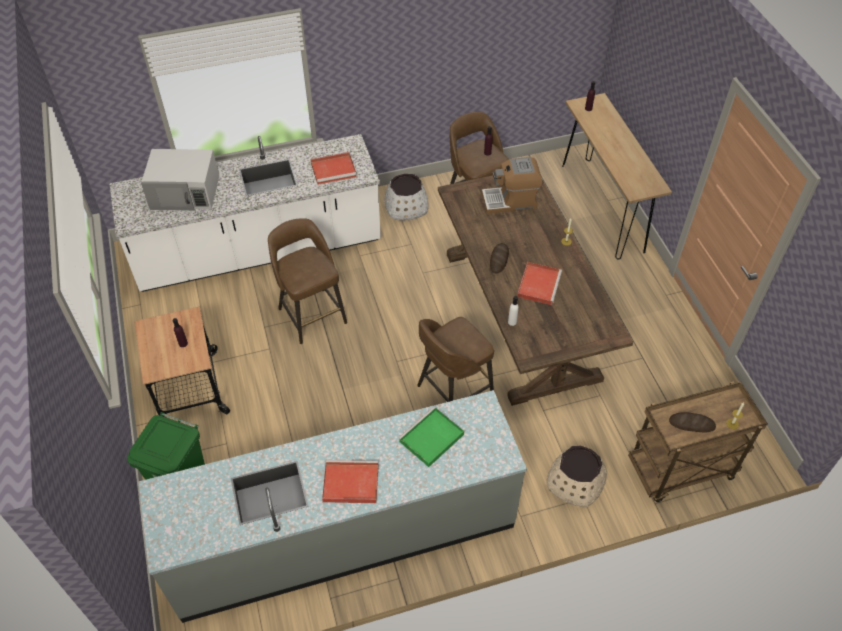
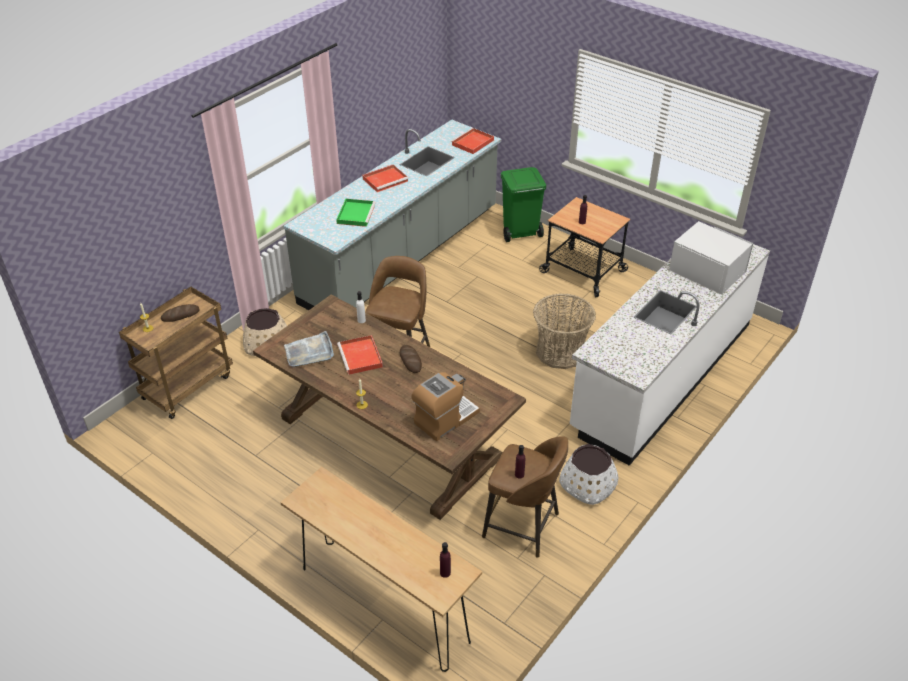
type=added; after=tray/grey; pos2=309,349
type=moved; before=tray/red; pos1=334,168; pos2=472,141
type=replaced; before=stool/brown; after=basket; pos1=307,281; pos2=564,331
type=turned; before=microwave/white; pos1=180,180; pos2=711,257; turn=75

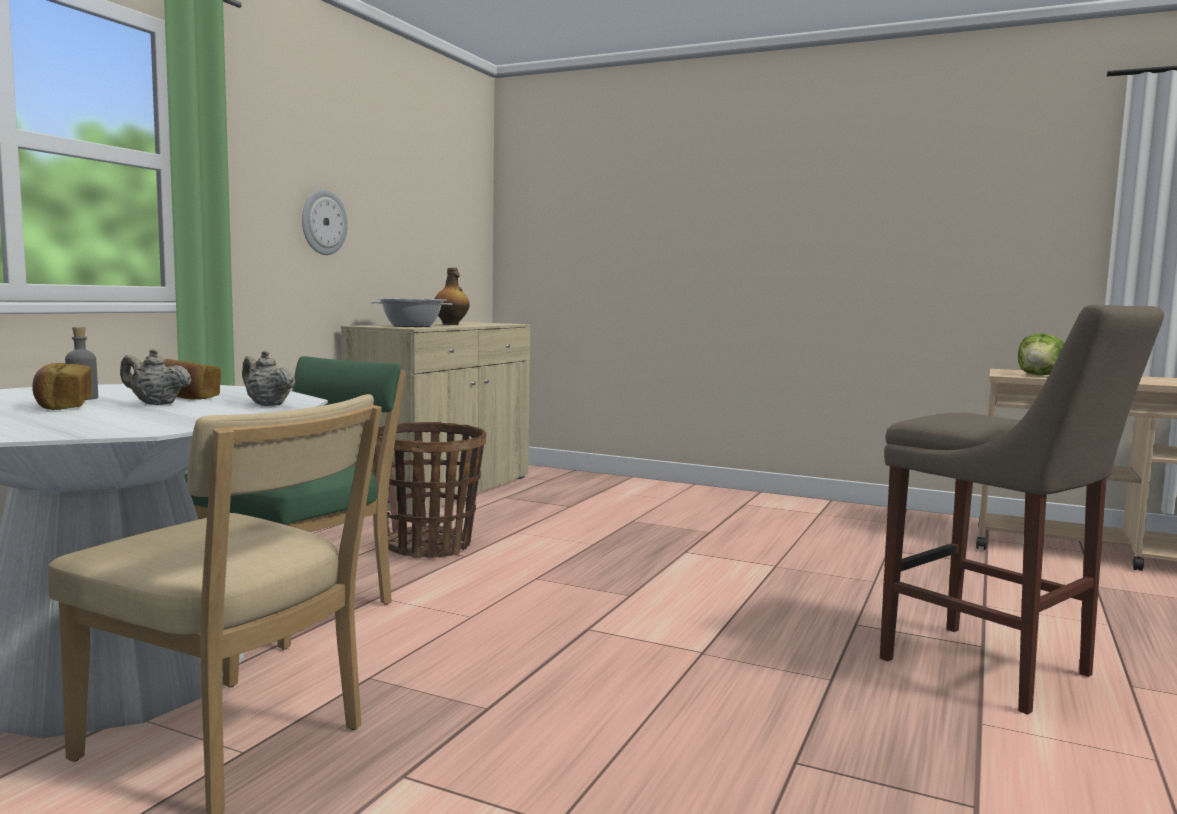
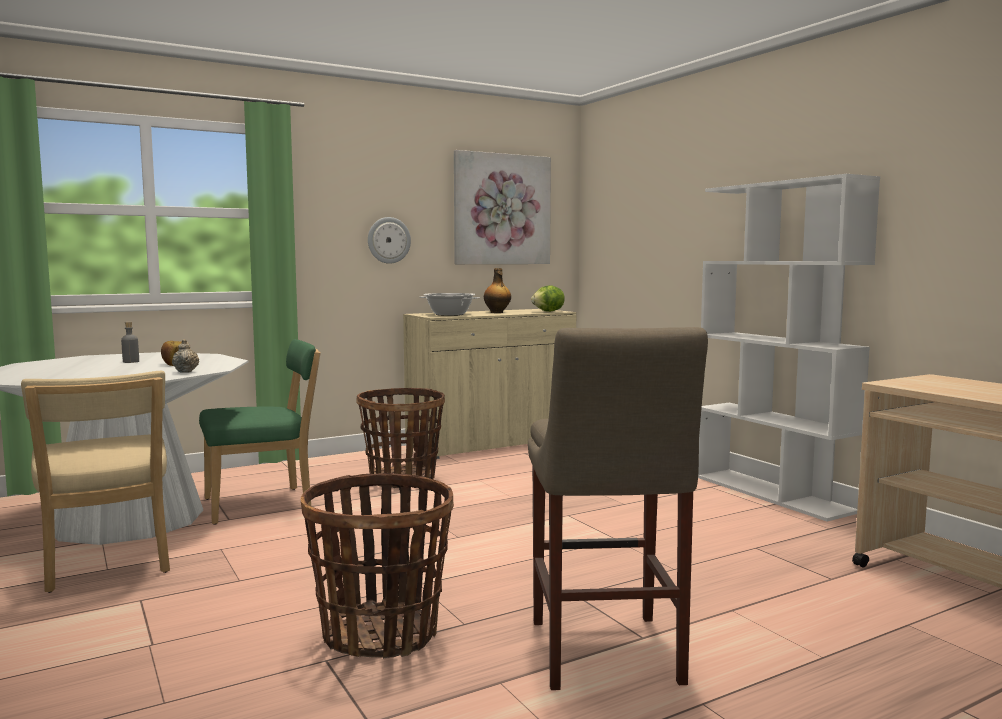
type=removed; before=bread; pos1=62,386
type=removed; before=teapot/beige; pos1=156,377
type=added; after=basket; pos2=377,566
type=added; after=picture; pos2=502,207
type=added; after=bookcase/white; pos2=789,348
type=moved; before=lettuce; pos1=1041,354; pos2=548,298

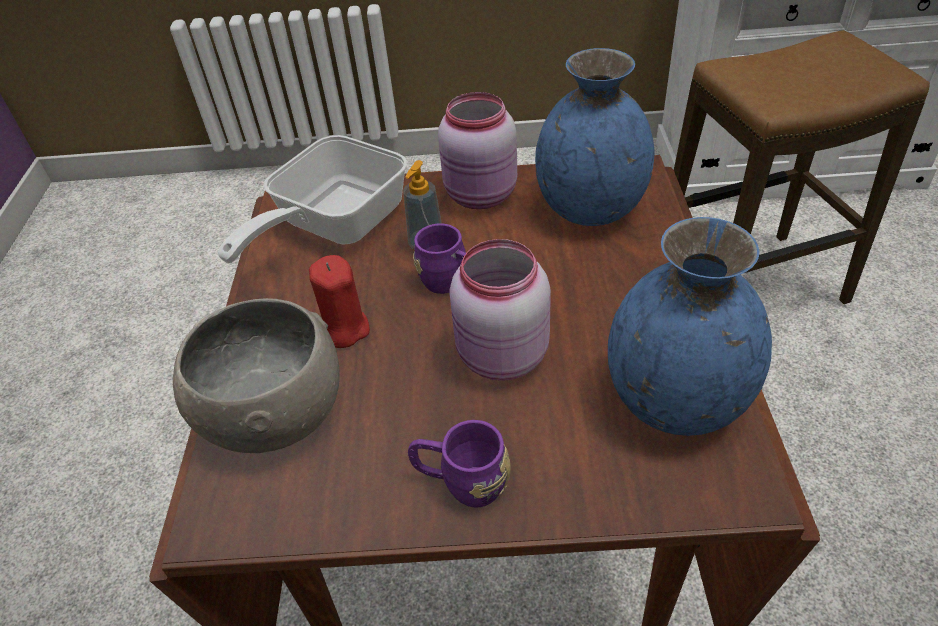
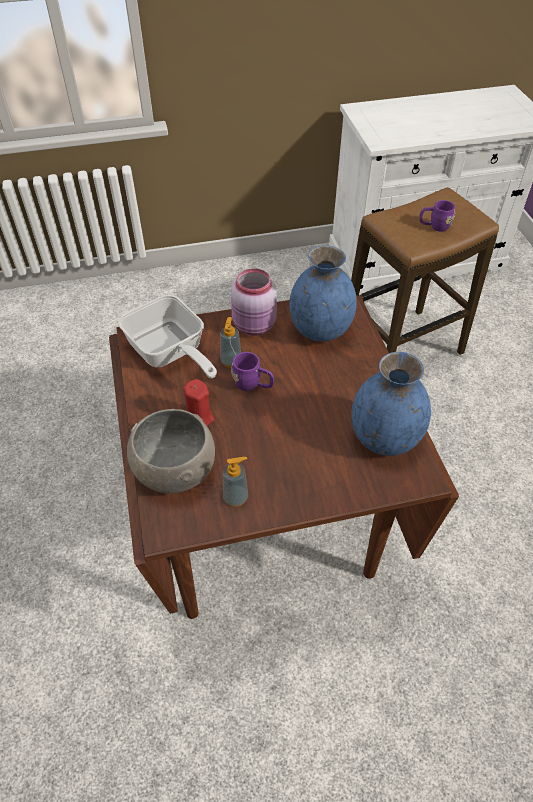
type=removed; before=jar/pink; pos1=500,310
type=added; after=soap dispenser; pos2=235,482
type=moved; before=mug/purple; pos1=459,464; pos2=437,216
type=turned; before=frying pan; pos1=312,199; pos2=167,336; turn=-60

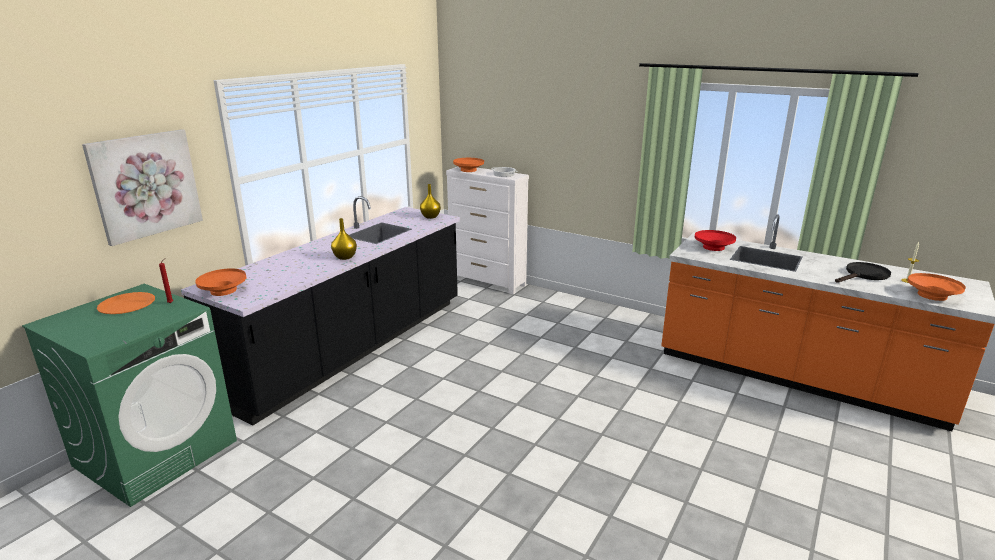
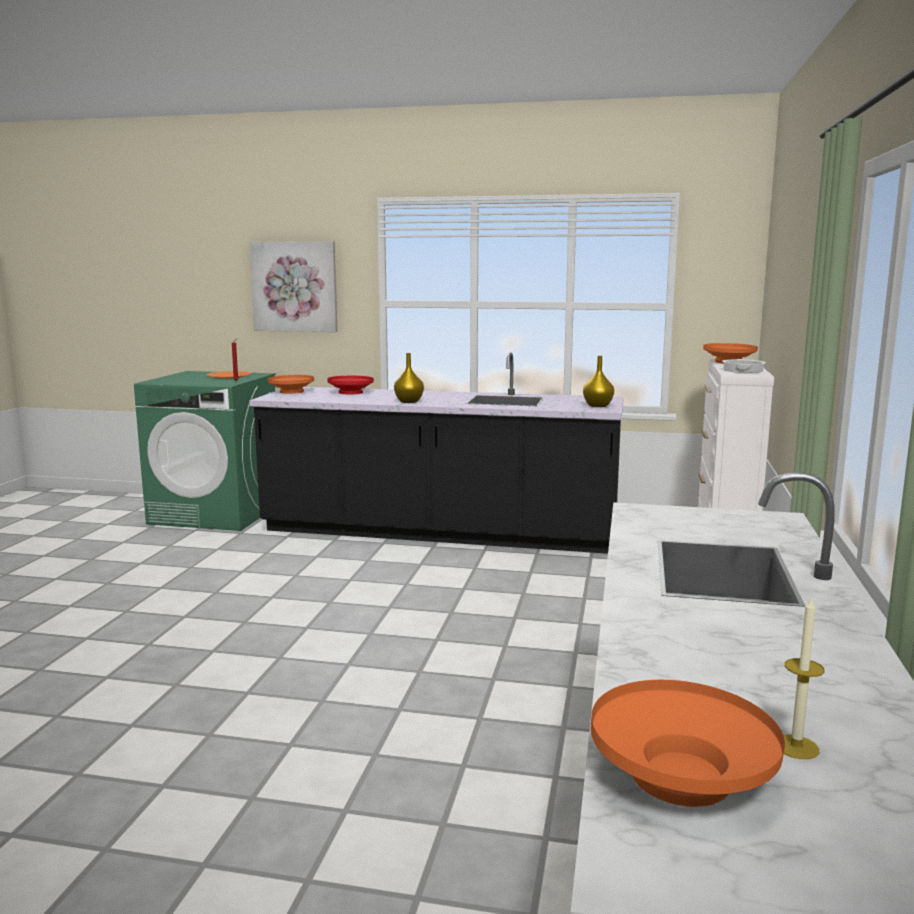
type=removed; before=frying pan/black; pos1=863,272
type=moved; before=bowl/red; pos1=715,240; pos2=350,385

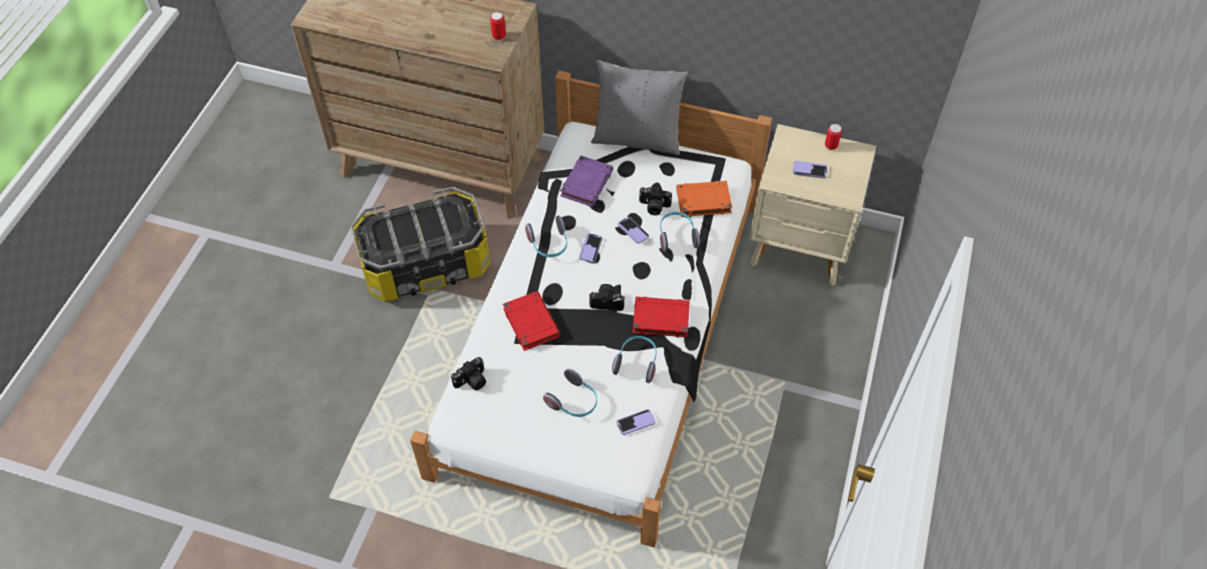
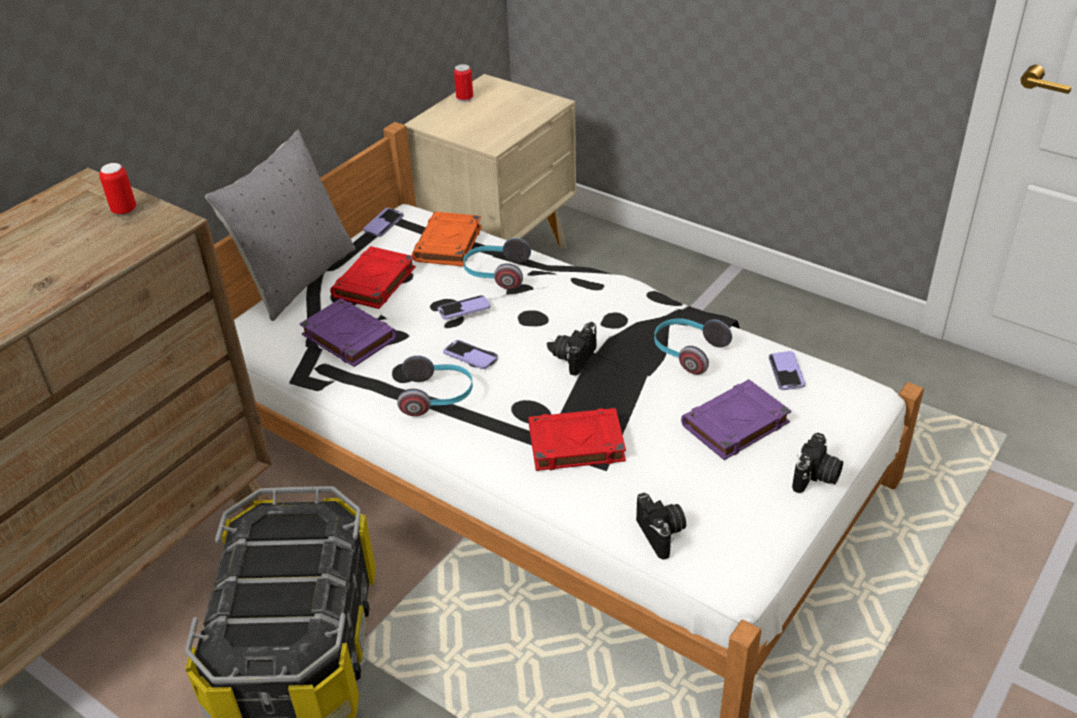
type=moved; before=book/red; pos1=661,317; pos2=373,277
type=moved; before=photo camera; pos1=655,201; pos2=817,463
type=moved; before=phone; pos1=810,169; pos2=384,222
type=replaced; before=headphones; after=book/purple; pos1=570,393; pos2=736,420

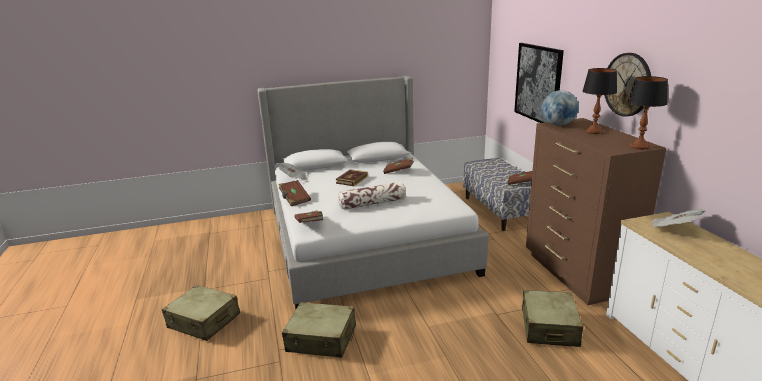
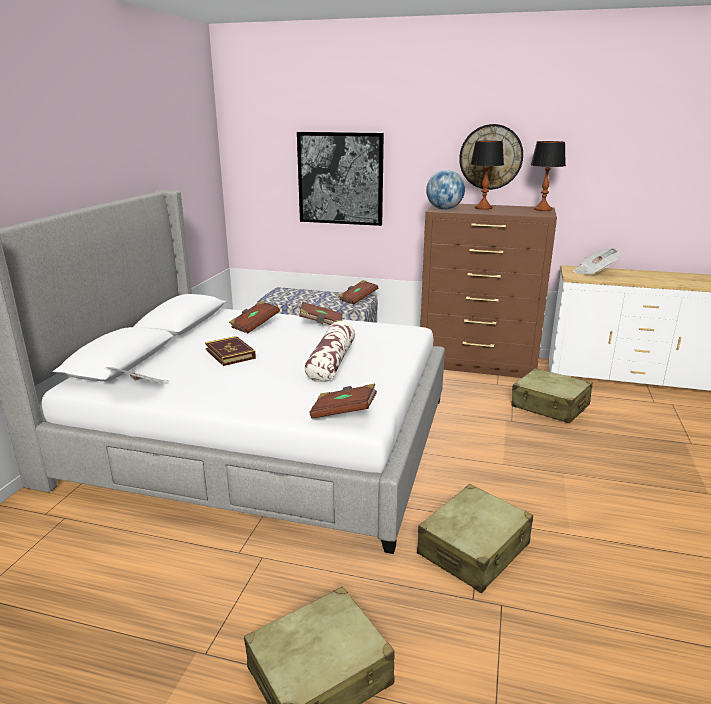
type=moved; before=book/brown; pos1=294,193; pos2=320,313

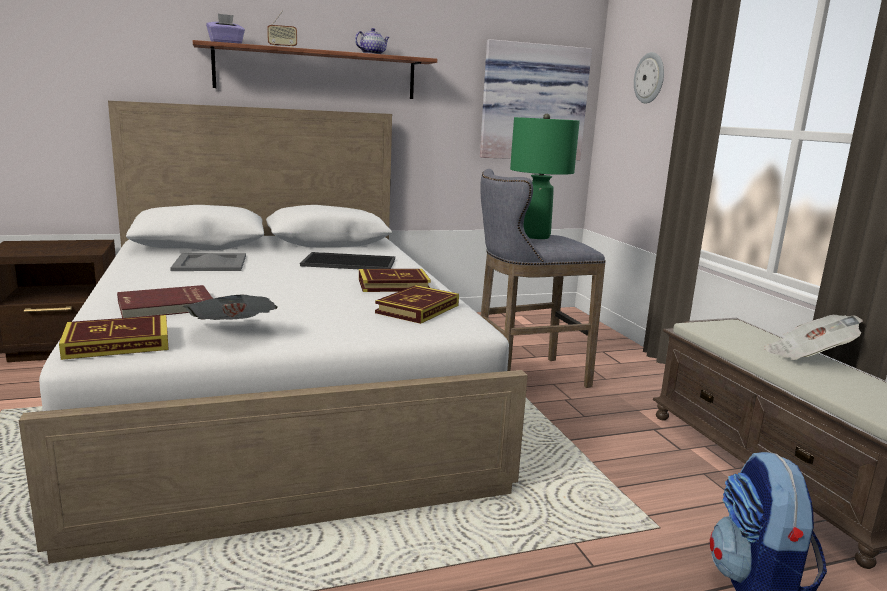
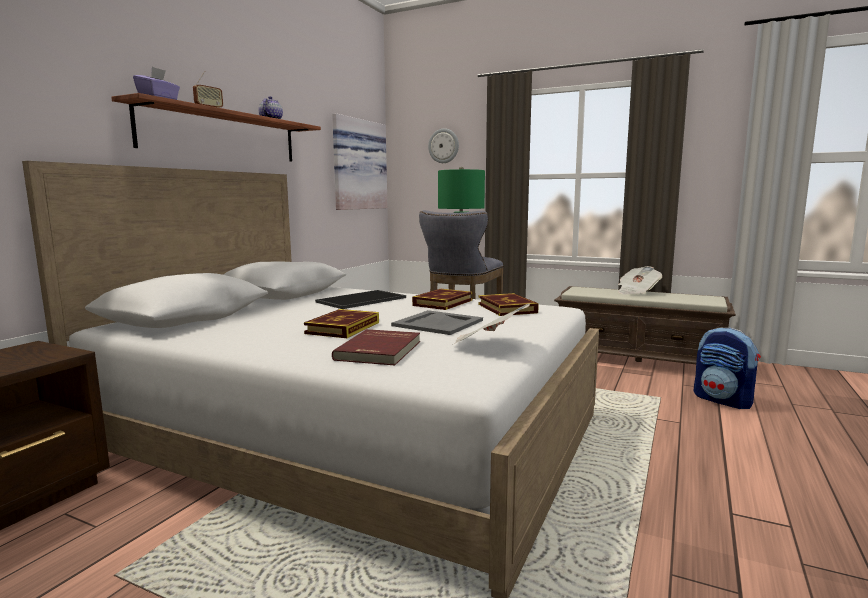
type=moved; before=book; pos1=114,337; pos2=341,323
type=moved; before=tray/grey; pos1=208,262; pos2=437,322

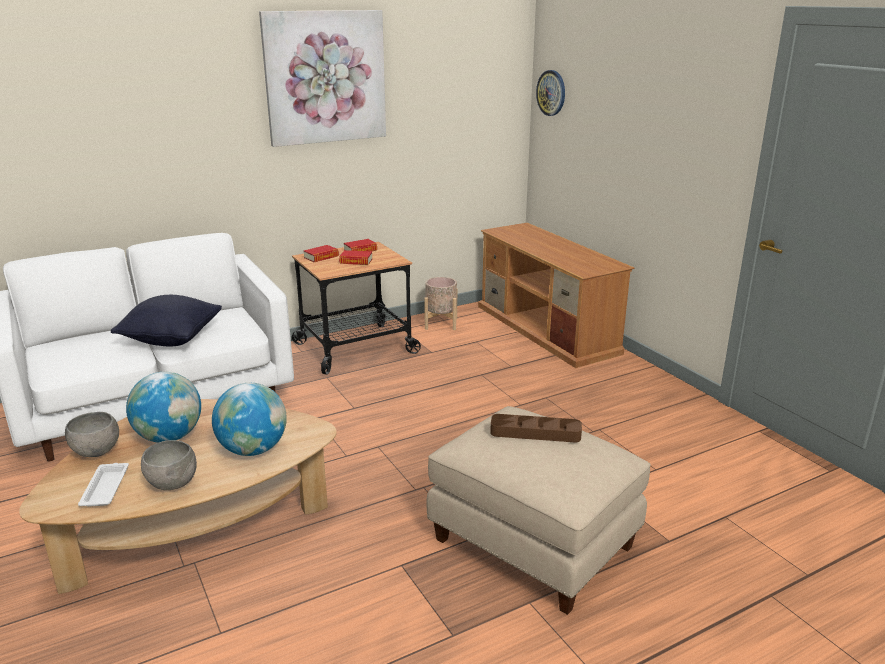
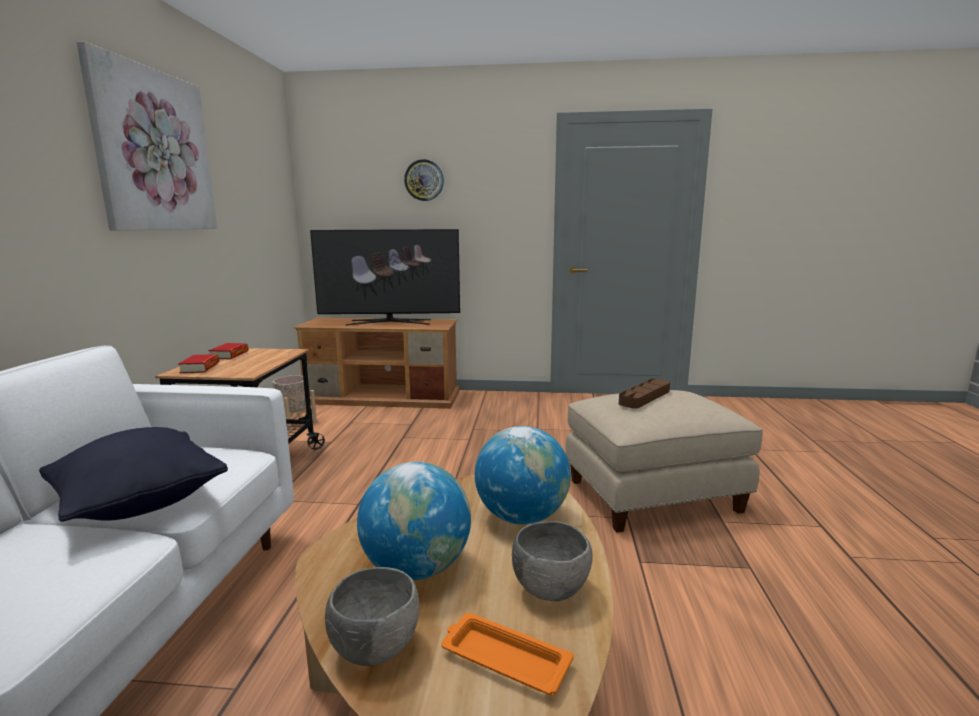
type=removed; before=book; pos1=355,257
type=added; after=television; pos2=385,277
type=moved; before=wall clock; pos1=550,93; pos2=424,180
type=recoloured; before=tray/white; after=tray/orange; pos1=103,485; pos2=507,654

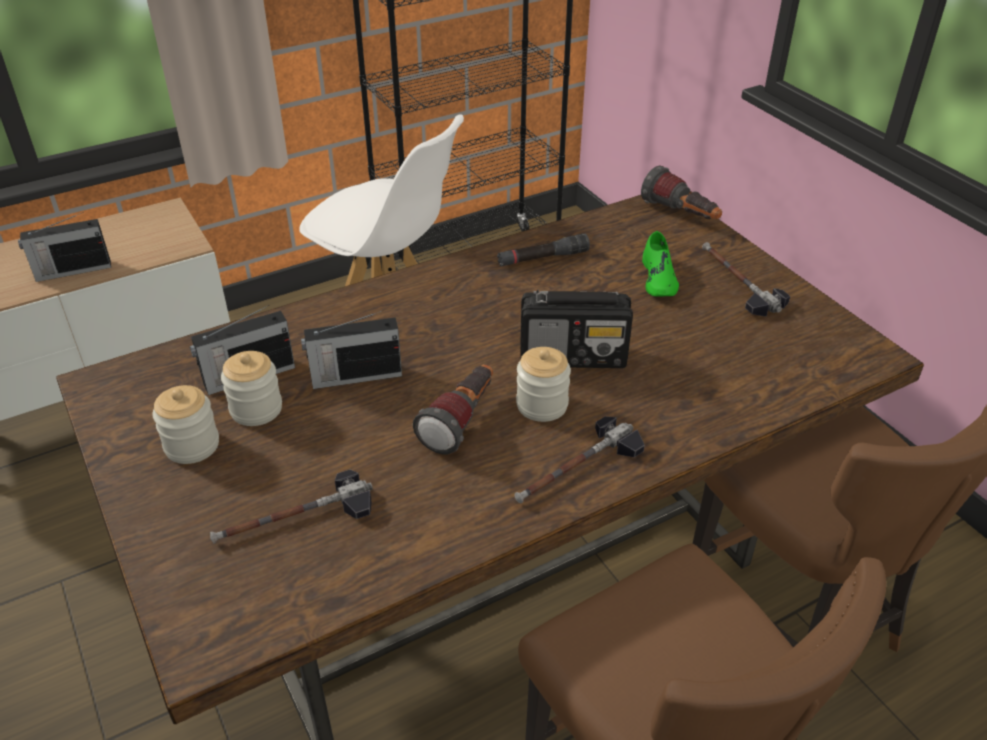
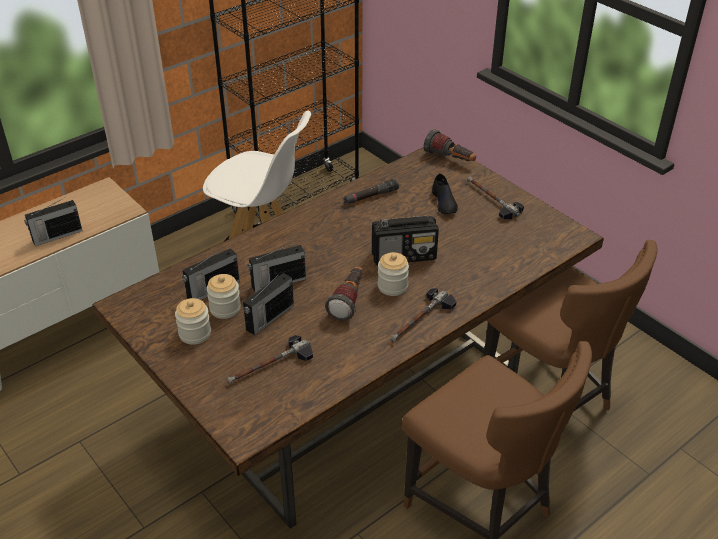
type=added; after=radio; pos2=268,303
type=recoloured; before=shoe/green; after=shoe/black; pos1=660,263; pos2=445,193

